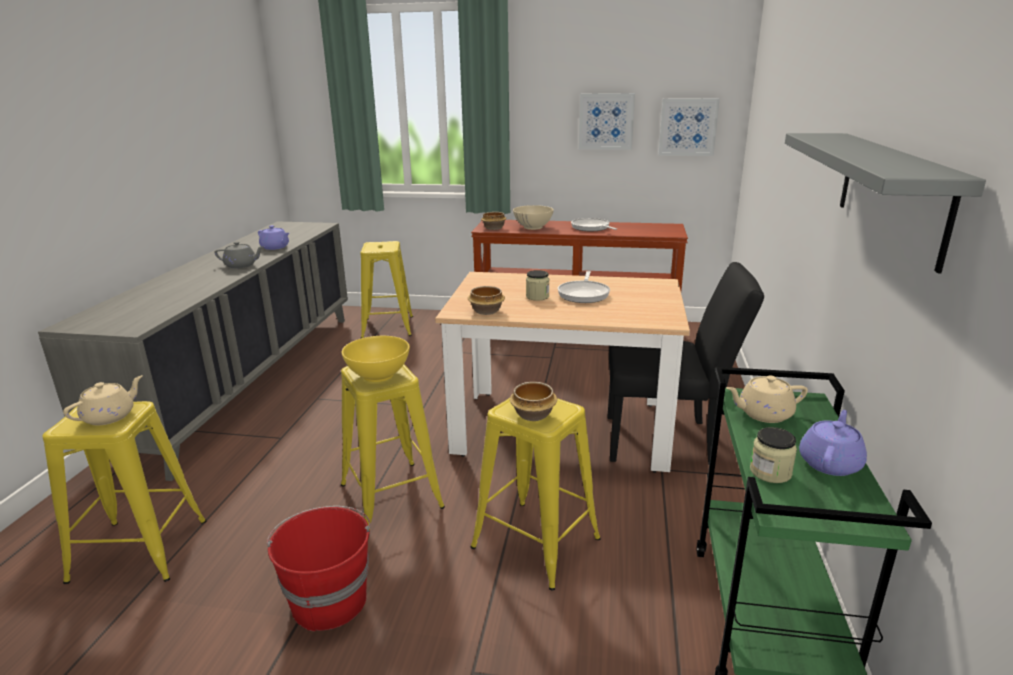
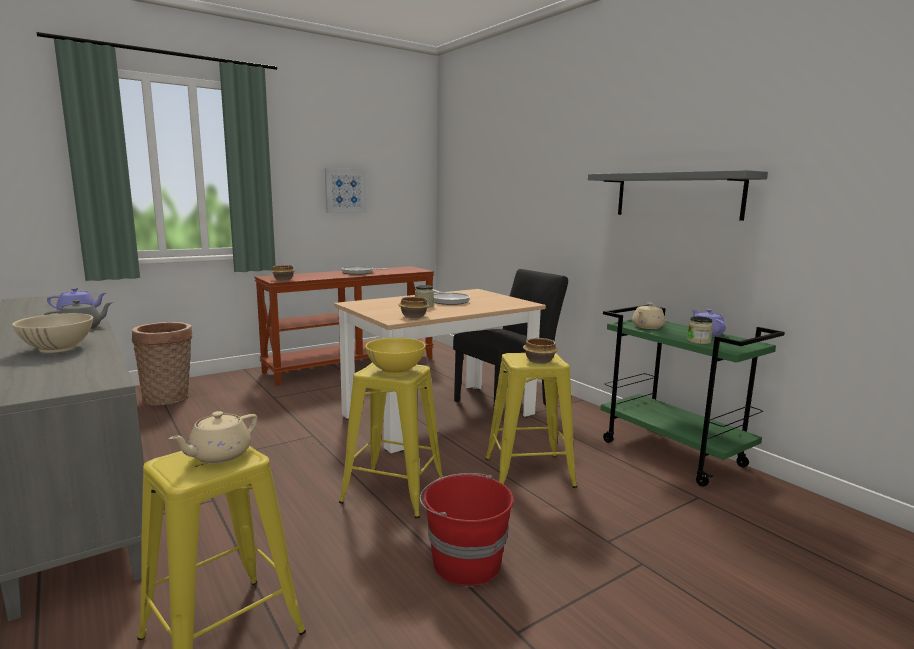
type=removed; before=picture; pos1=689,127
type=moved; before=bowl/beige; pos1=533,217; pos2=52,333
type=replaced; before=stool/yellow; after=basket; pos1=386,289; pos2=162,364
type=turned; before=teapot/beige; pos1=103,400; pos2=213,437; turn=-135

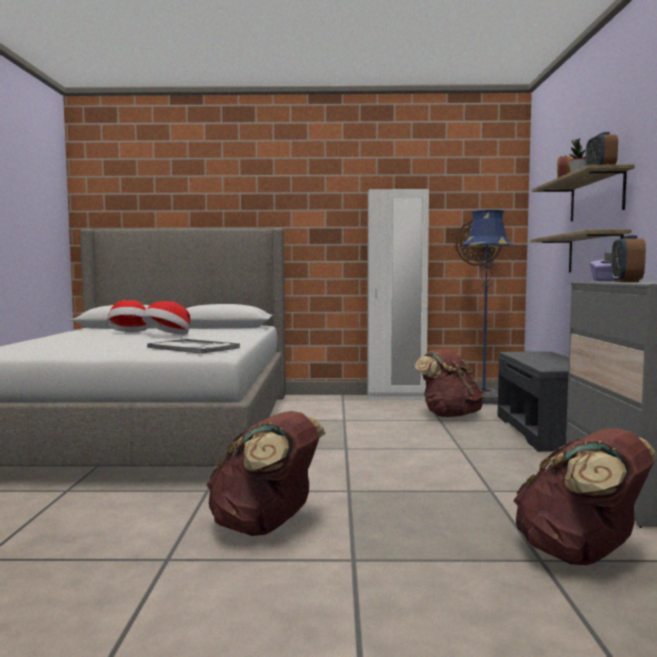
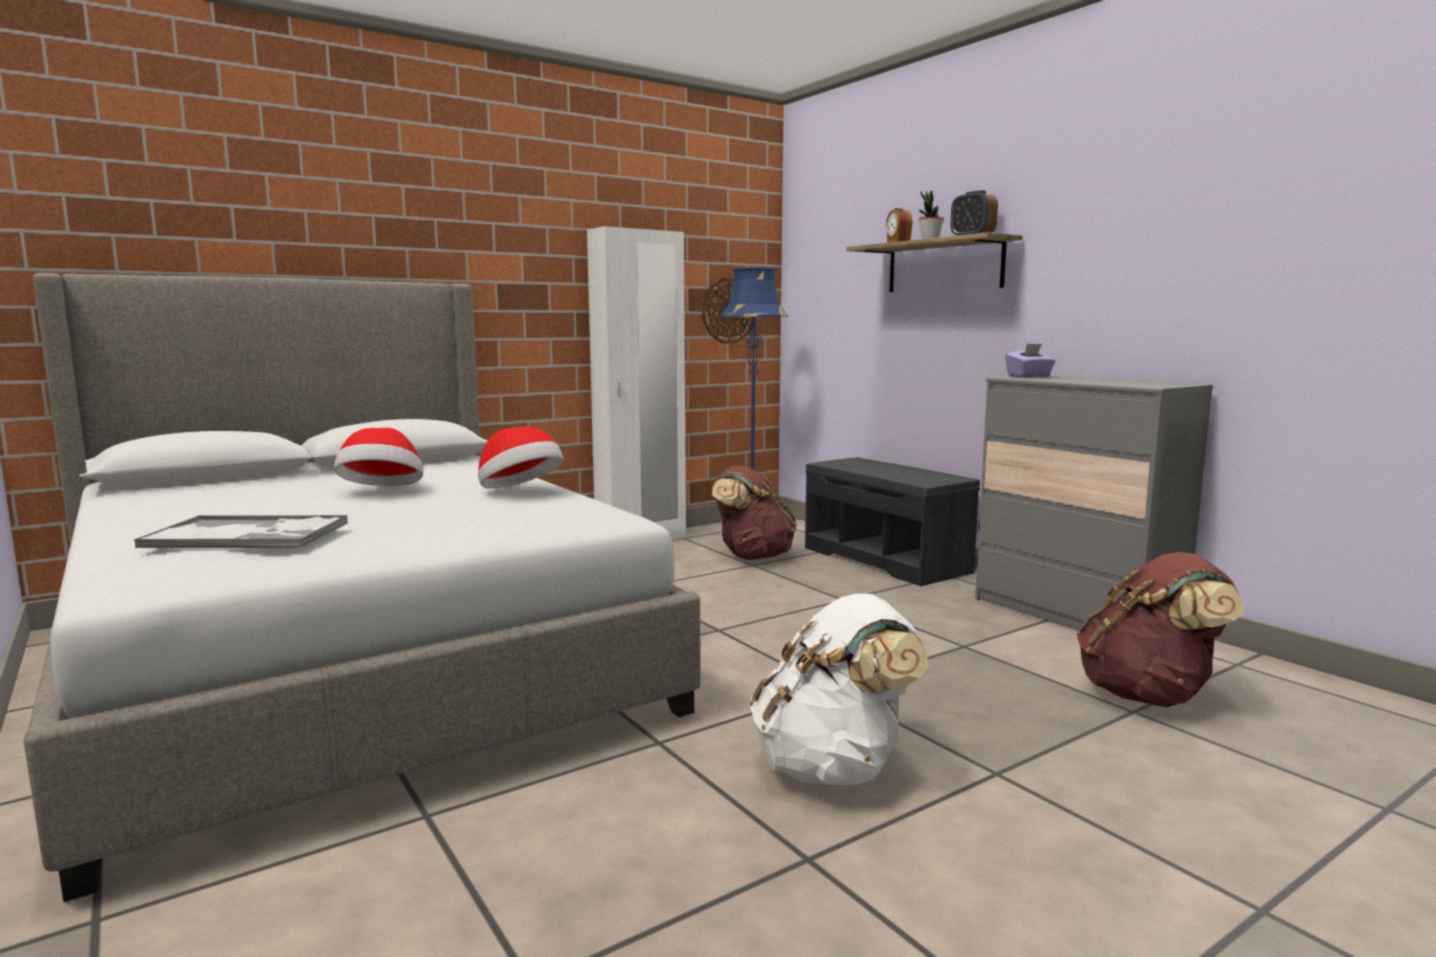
type=removed; before=shelf; pos1=581,250
type=removed; before=alarm clock; pos1=628,258
type=moved; before=hat; pos1=128,316; pos2=521,457
type=moved; before=tray; pos1=193,346; pos2=241,531
type=recoloured; before=backpack/brown; after=backpack/white; pos1=266,473; pos2=839,689

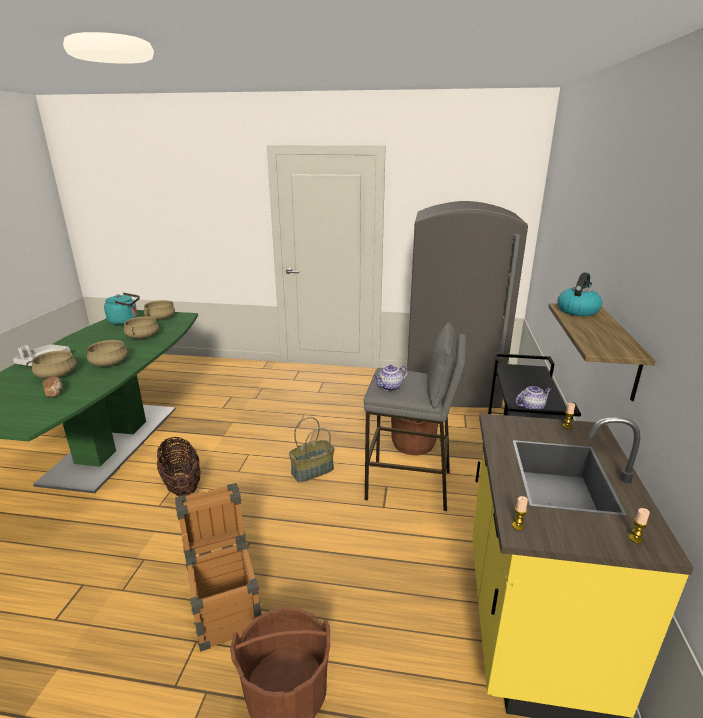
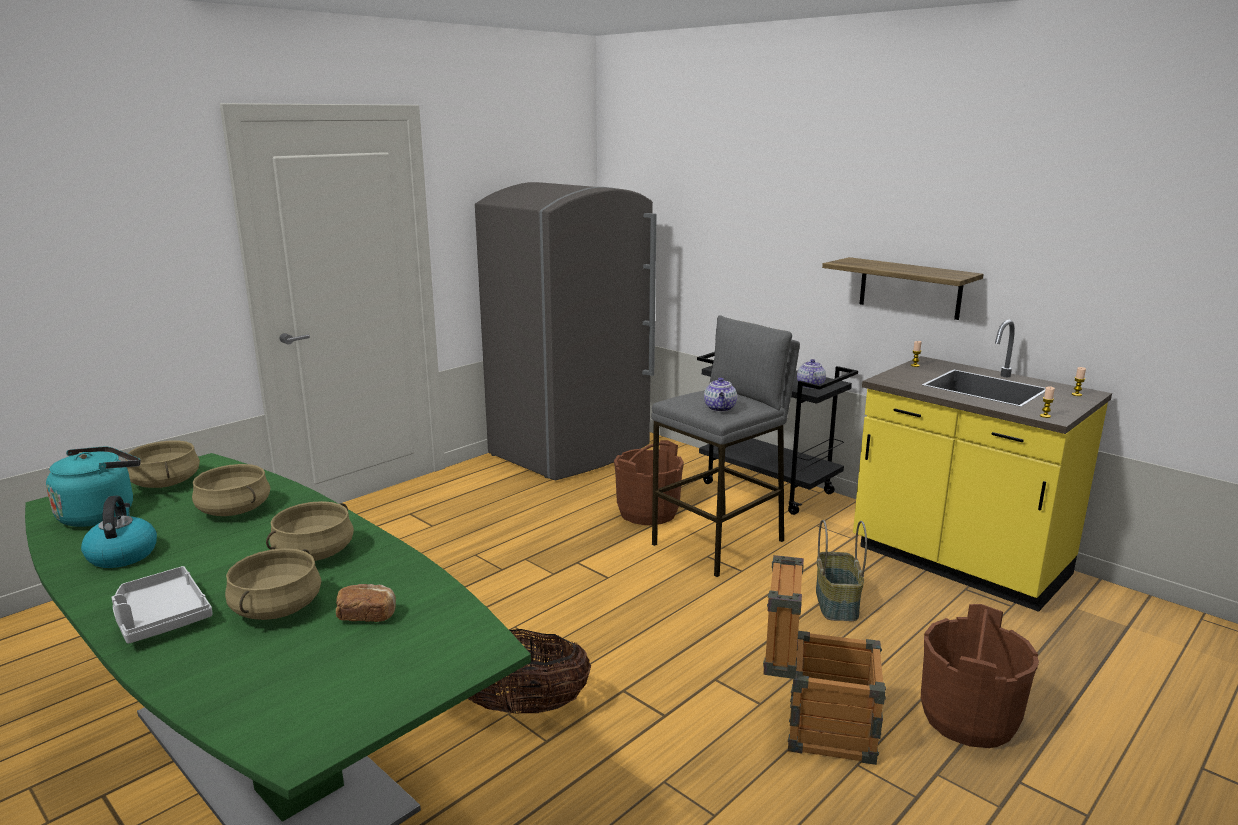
type=moved; before=basket; pos1=311,449; pos2=841,570
type=moved; before=kettle; pos1=579,294; pos2=119,531

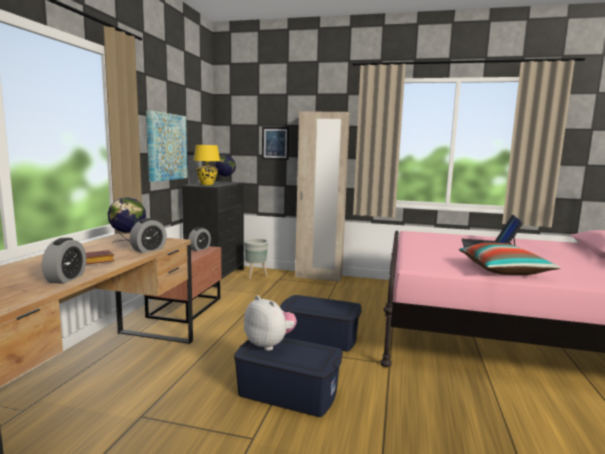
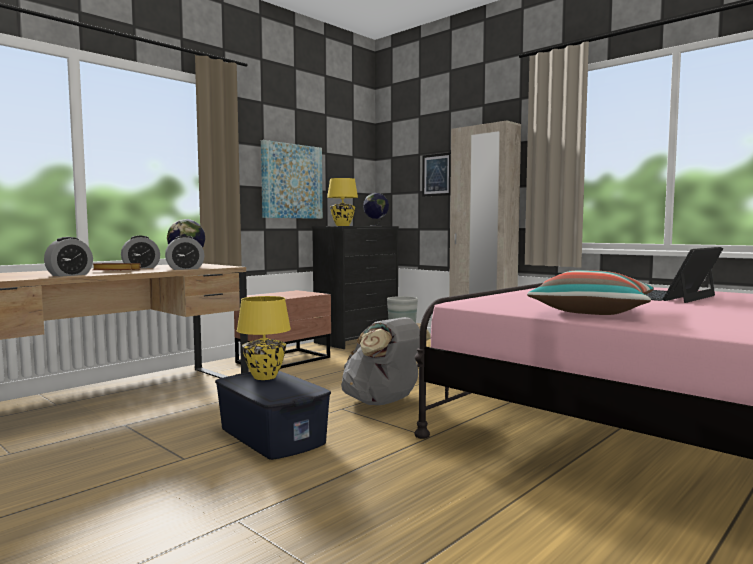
type=moved; before=alarm clock; pos1=199,239; pos2=140,252
type=replaced; before=plush toy; after=table lamp/yellow; pos1=270,323; pos2=264,338
type=replaced; before=storage box/blue; after=backpack/grey; pos1=321,323; pos2=386,361

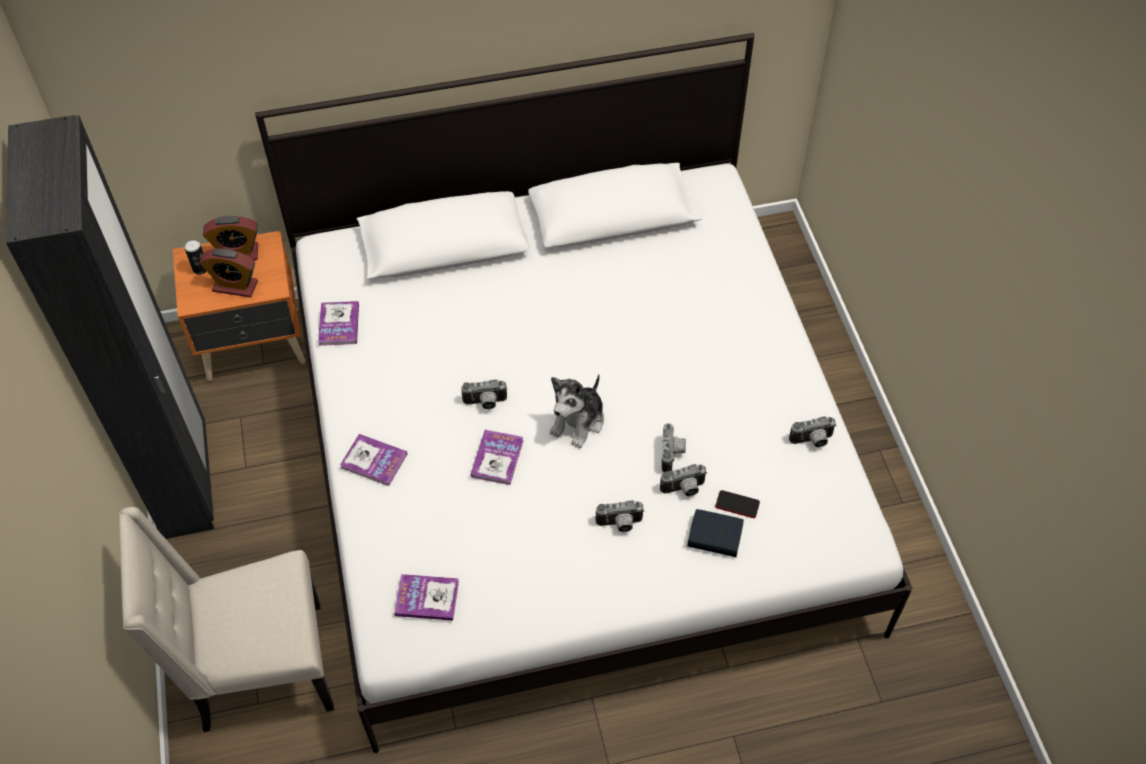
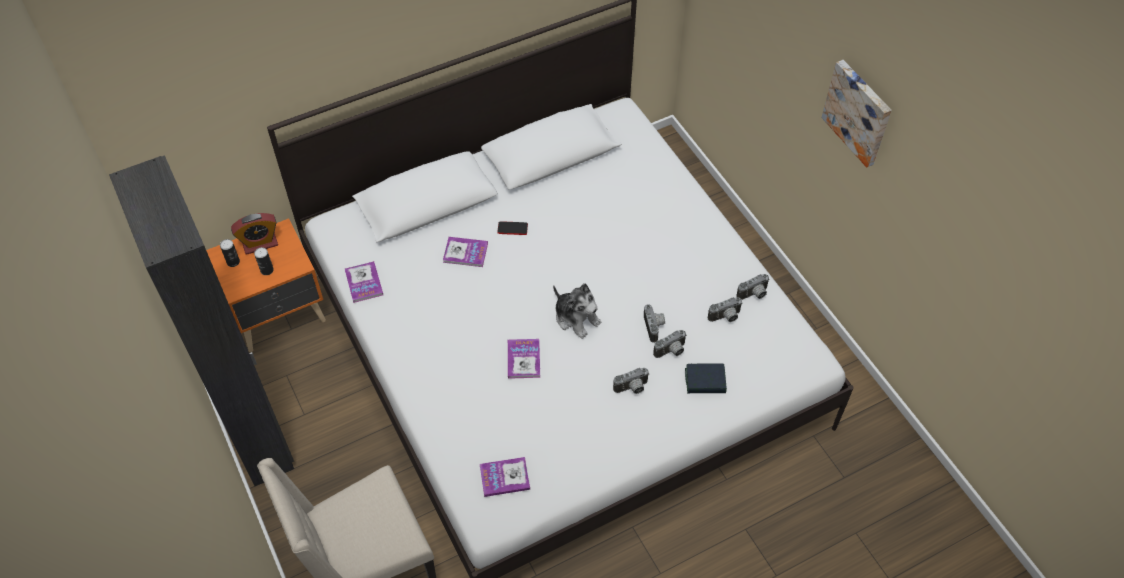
type=added; after=picture; pos2=856,113
type=moved; before=book; pos1=373,460; pos2=465,252
type=moved; before=photo camera; pos1=484,395; pos2=725,309
type=moved; before=phone; pos1=737,504; pos2=512,228
type=replaced; before=alarm clock; after=can; pos1=229,272; pos2=264,261
type=turned; before=plush toy; pos1=577,411; pos2=577,311; turn=-60

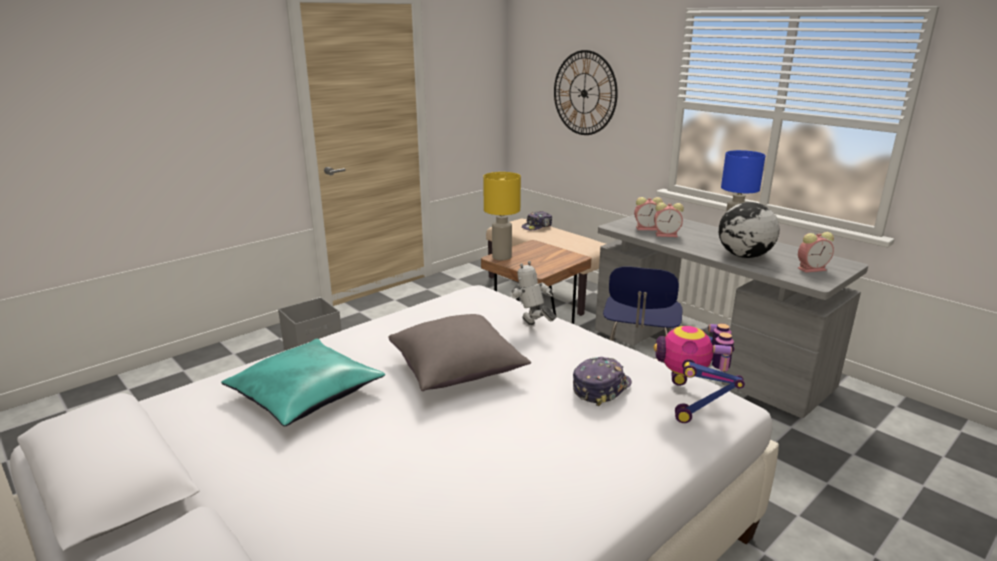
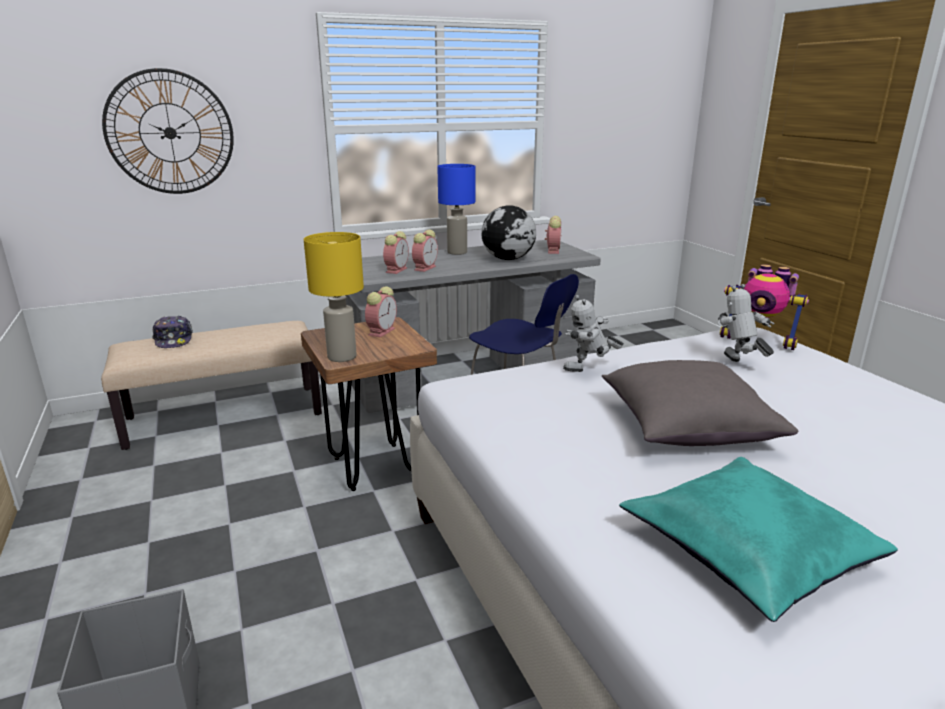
type=added; after=alarm clock; pos2=381,312
type=replaced; before=cap; after=toy robot; pos1=602,381; pos2=746,323

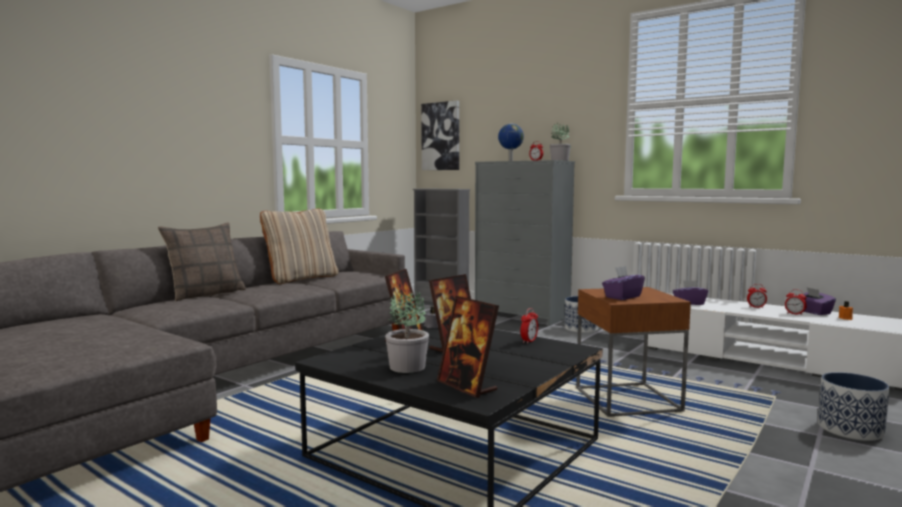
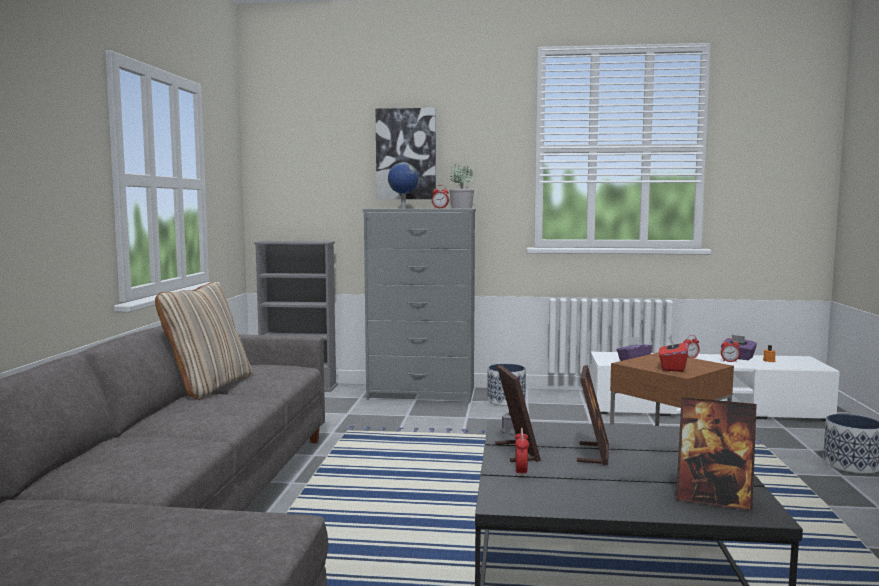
type=removed; before=pillow; pos1=202,261
type=removed; before=potted plant; pos1=407,332
type=moved; before=picture; pos1=440,135; pos2=406,153
type=moved; before=alarm clock; pos1=529,326; pos2=521,452
type=recoloured; before=tissue box/purple; after=tissue box/red; pos1=623,283; pos2=673,353

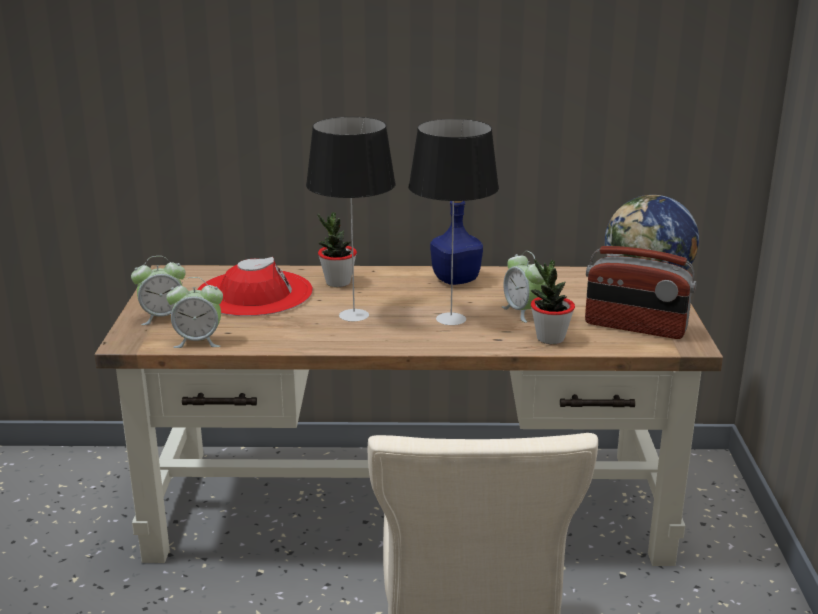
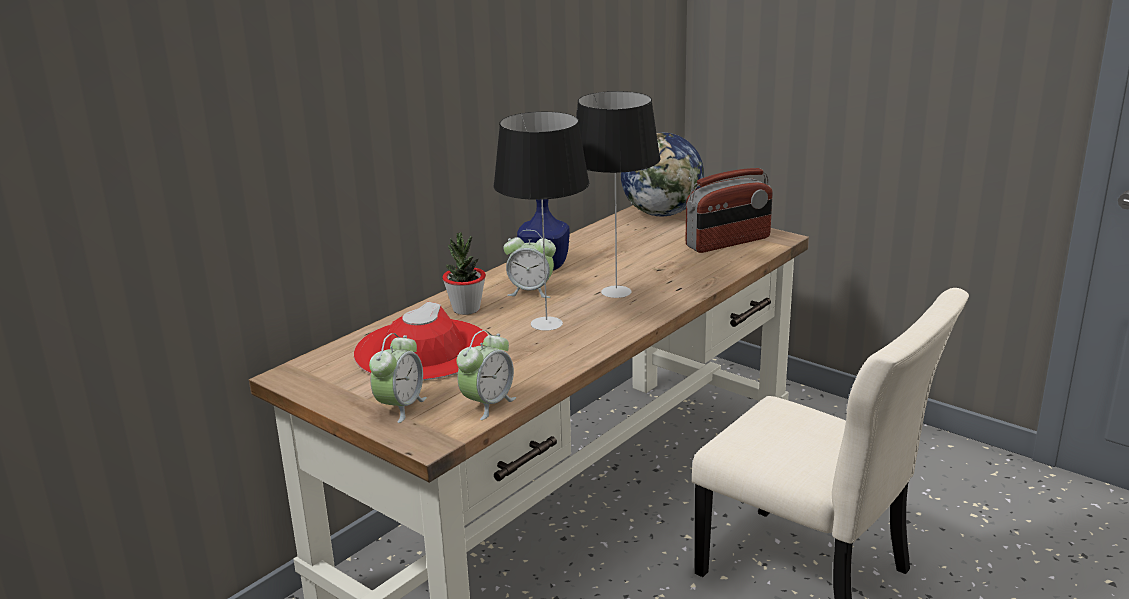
type=removed; before=potted plant; pos1=553,301
type=moved; before=alarm clock; pos1=523,287; pos2=530,264

